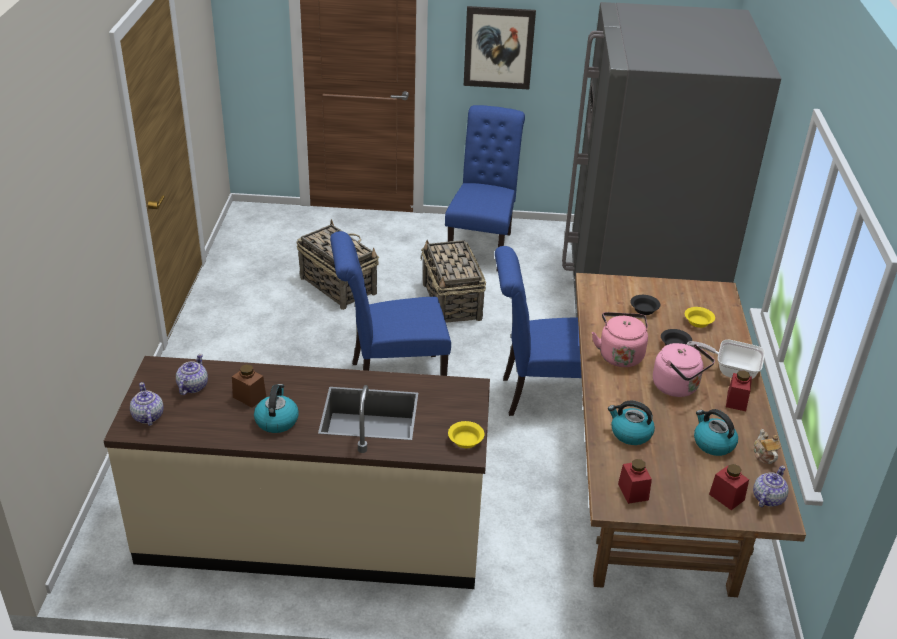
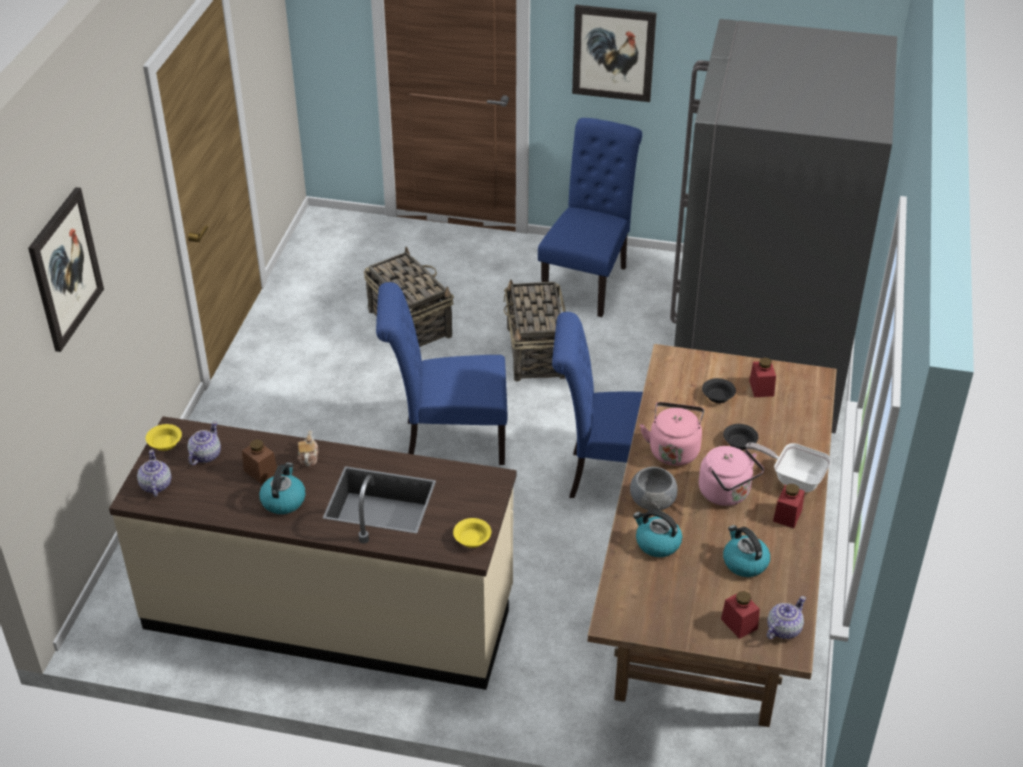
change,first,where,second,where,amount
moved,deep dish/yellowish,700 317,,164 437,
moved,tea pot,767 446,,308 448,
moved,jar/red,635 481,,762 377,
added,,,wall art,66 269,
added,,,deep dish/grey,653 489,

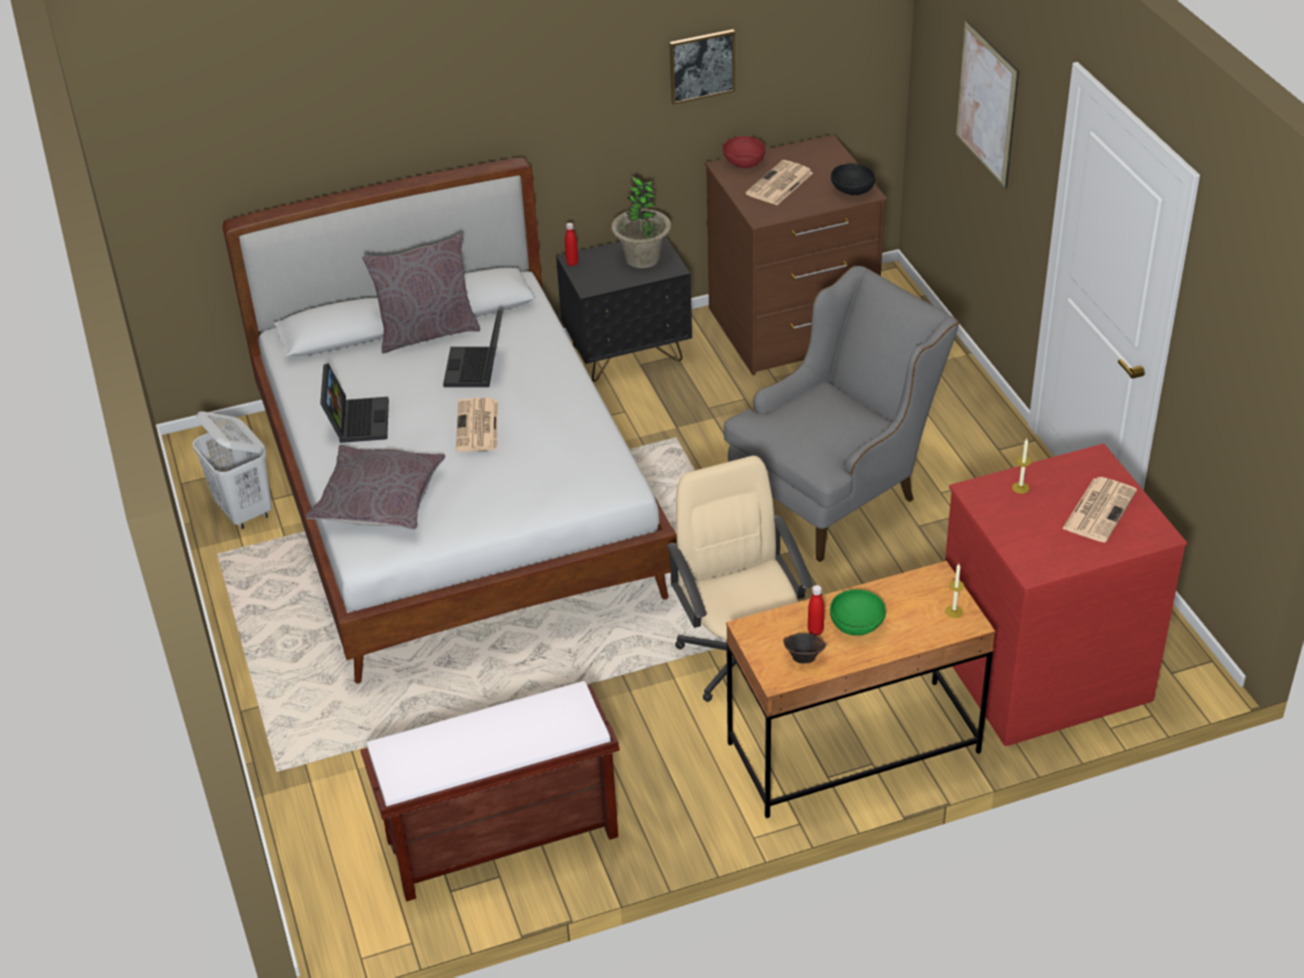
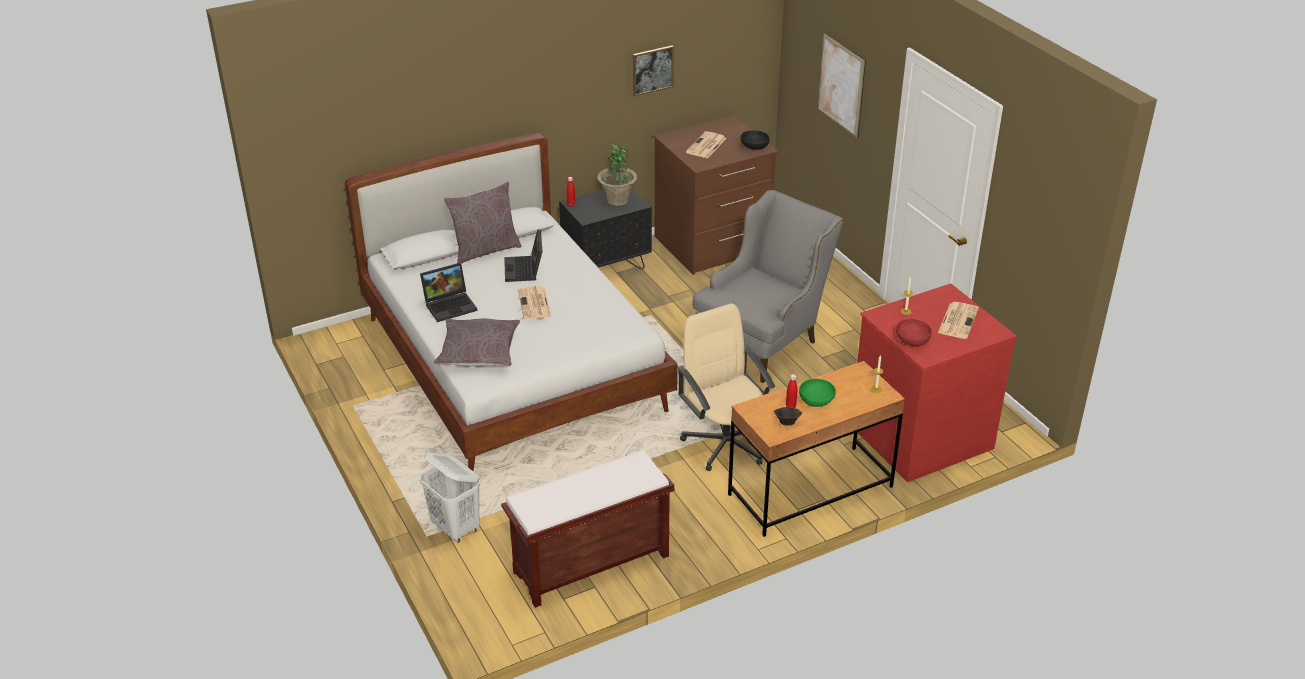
change,first,where,second,where,amount
moved,deep dish/red,743 152,,914 333,
turned,notebook computer,354 403,,448 292,75 degrees clockwise
moved,washing basket/white,232 470,,450 498,

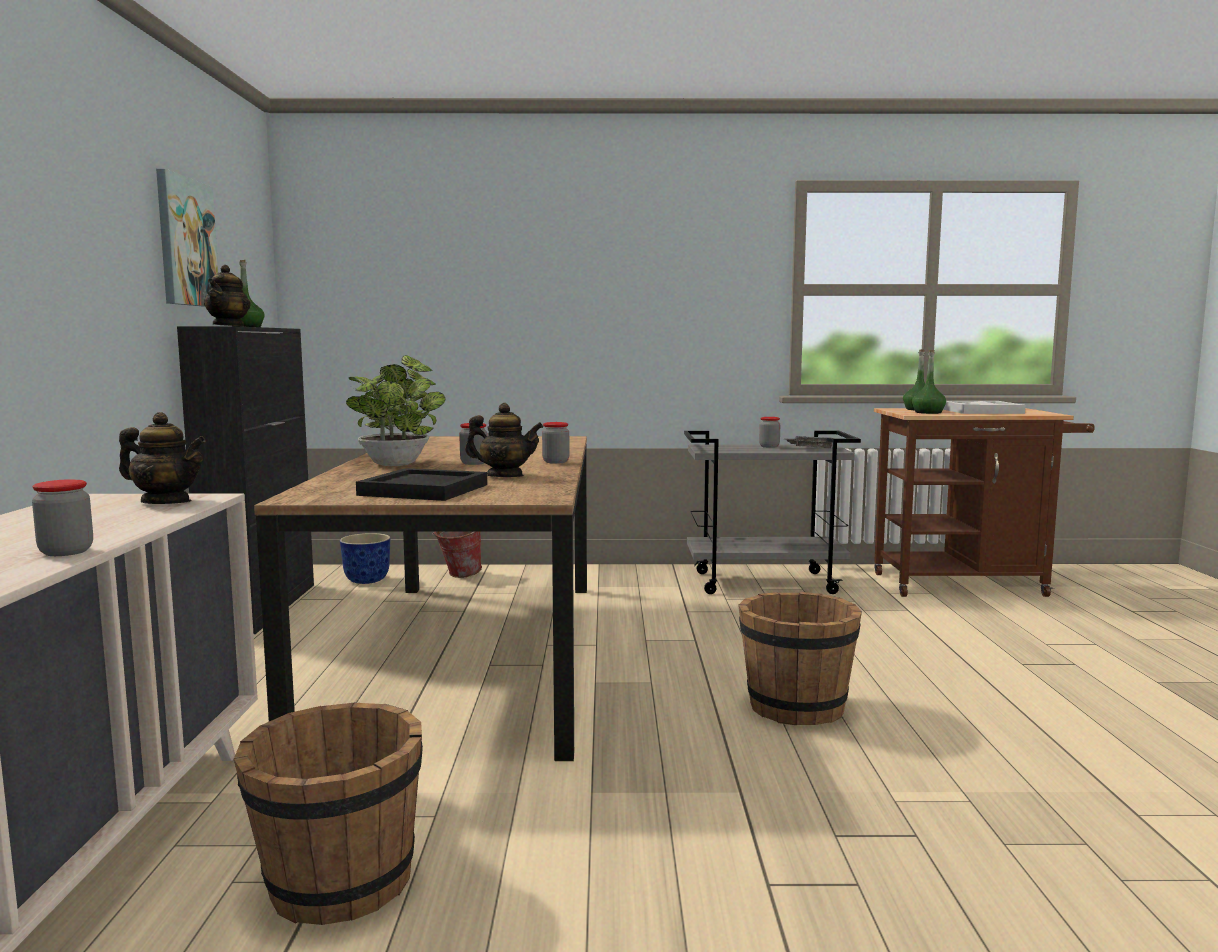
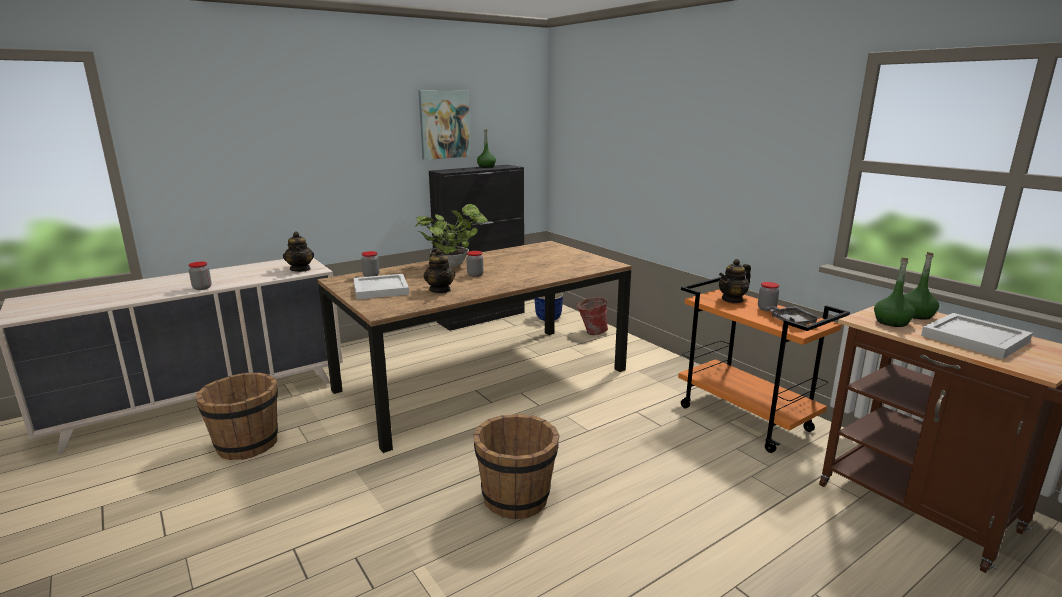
change,first,where,second,where,amount
moved,tea pot,227 295,,735 281,
moved,jar,555 443,,370 264,
recoloured,wheeled cart/grey,772 512,wheeled cart/orange-coloured,764 365,
recoloured,carrying tray/black-coloured,421 484,carrying tray/white,381 287,

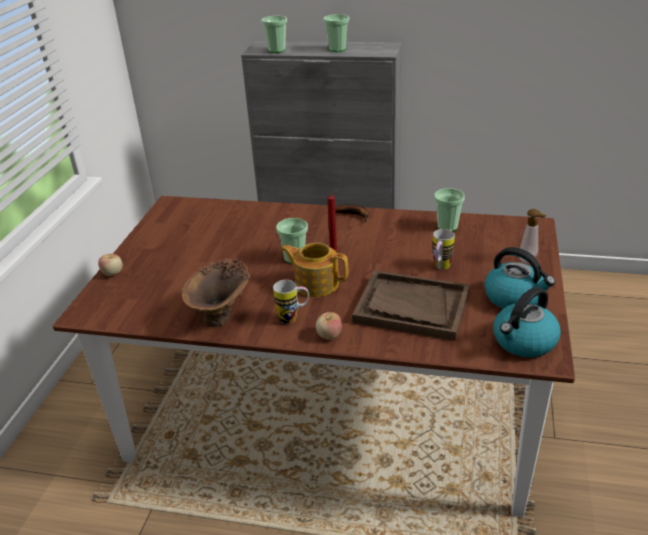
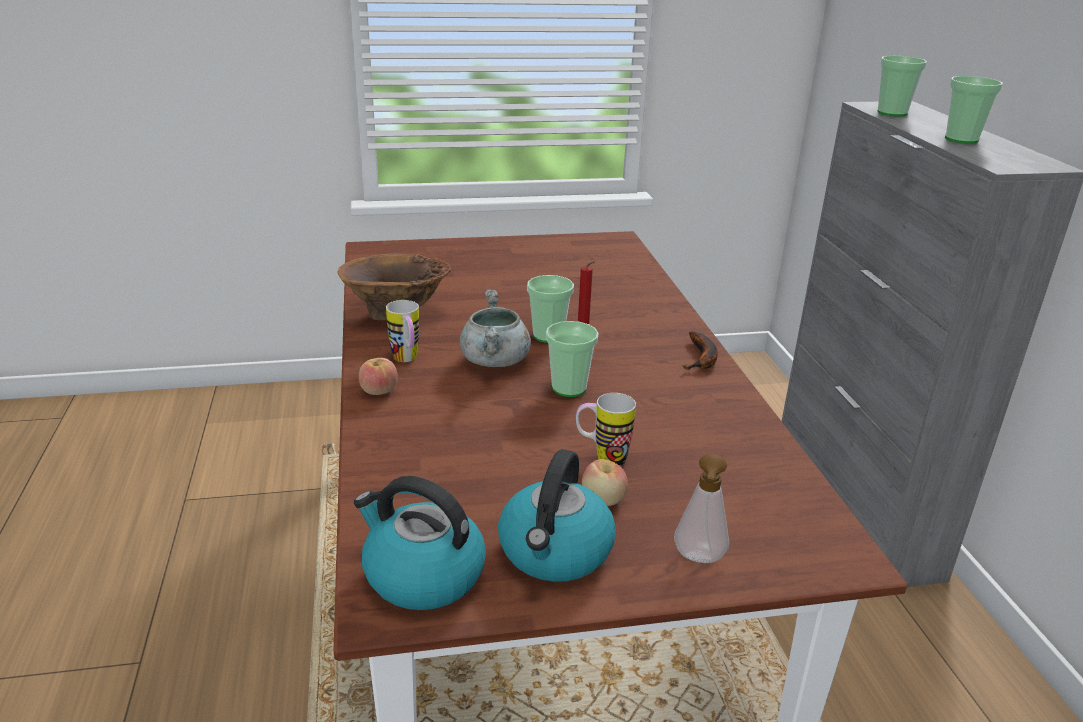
change,first,where,second,where,amount
moved,drinking cup,449 209,,572 359,
replaced,tea pot,314 270,cooking pot/grey,495 328,
moved,whole apple,110 265,,605 482,
removed,carrying tray/brownish,411 305,,,

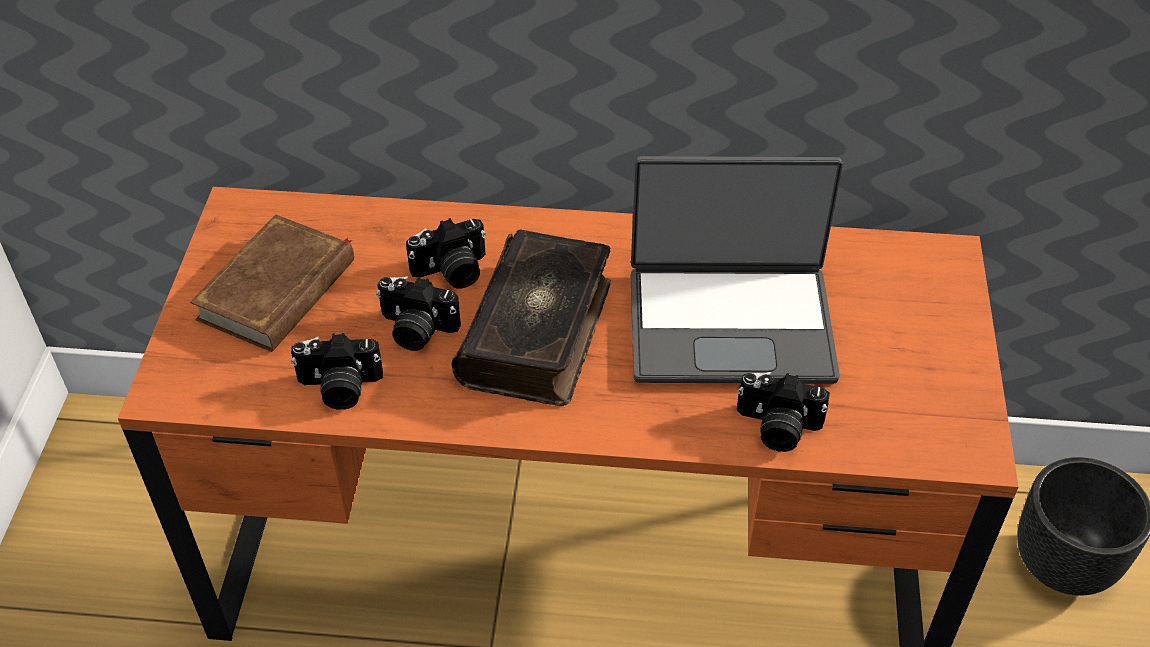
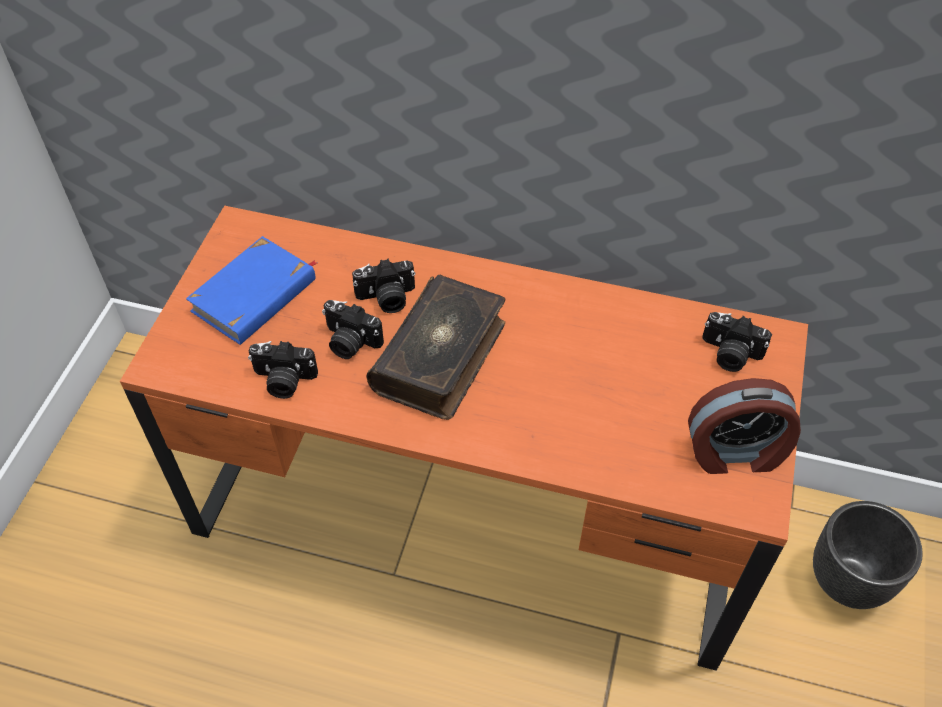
change,first,where,second,where,amount
removed,notebook computer,737 270,,,
recoloured,book/brownish,272 283,book/blue,251 290,
moved,photo camera,783 412,,737 342,
added,,,alarm clock,744 426,

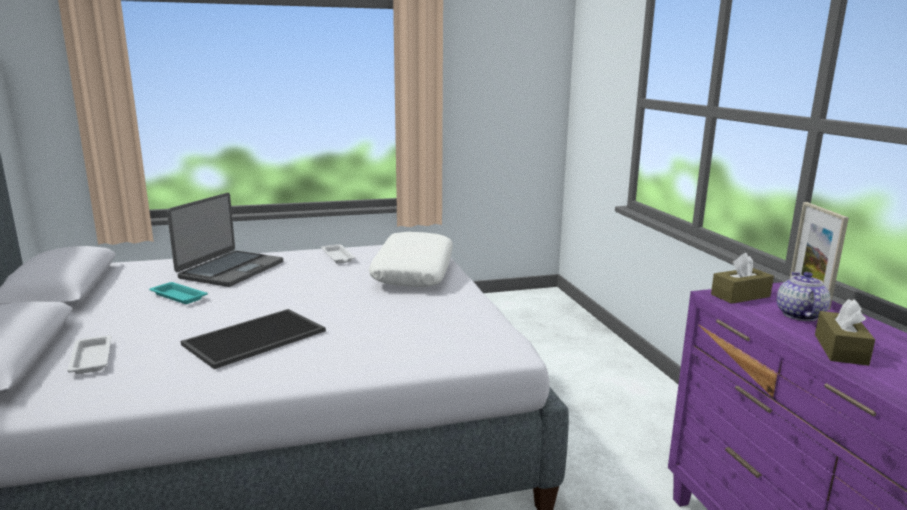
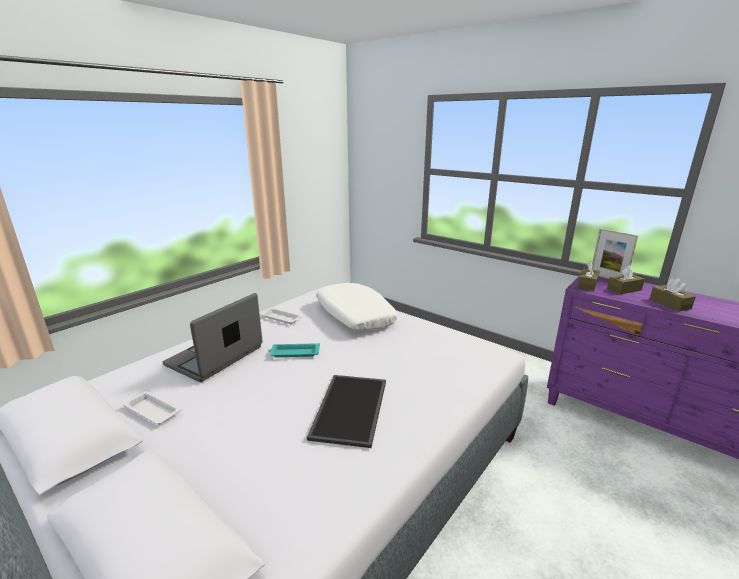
change,first,where,second,where,amount
turned,notebook computer,225 240,,213 337,135 degrees counterclockwise
replaced,tea pot,803 296,tissue holder/brownish,626 280,
moved,carrying tray/turquoise,178 293,,294 350,
moved,carrying tray/white,89 354,,152 408,

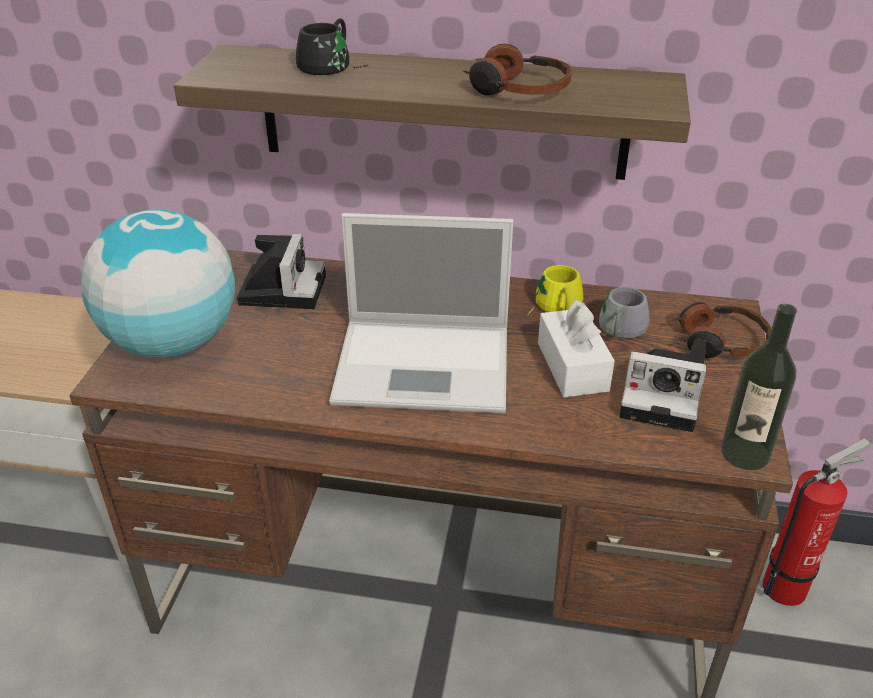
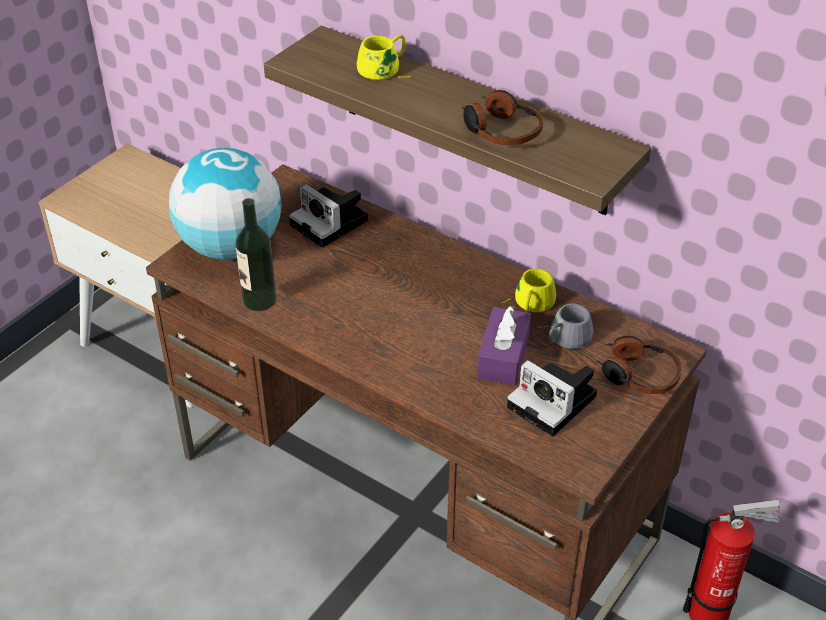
change,first,where,second,where,amount
recoloured,coffee mug/black-coloured,331 46,coffee mug/yellowish,384 57,
removed,notebook computer,421 313,,,
turned,photo camera,281 271,,328 216,105 degrees clockwise
recoloured,tissue holder/white,576 348,tissue holder/purple,504 345,
moved,drink bottle,759 387,,255 254,

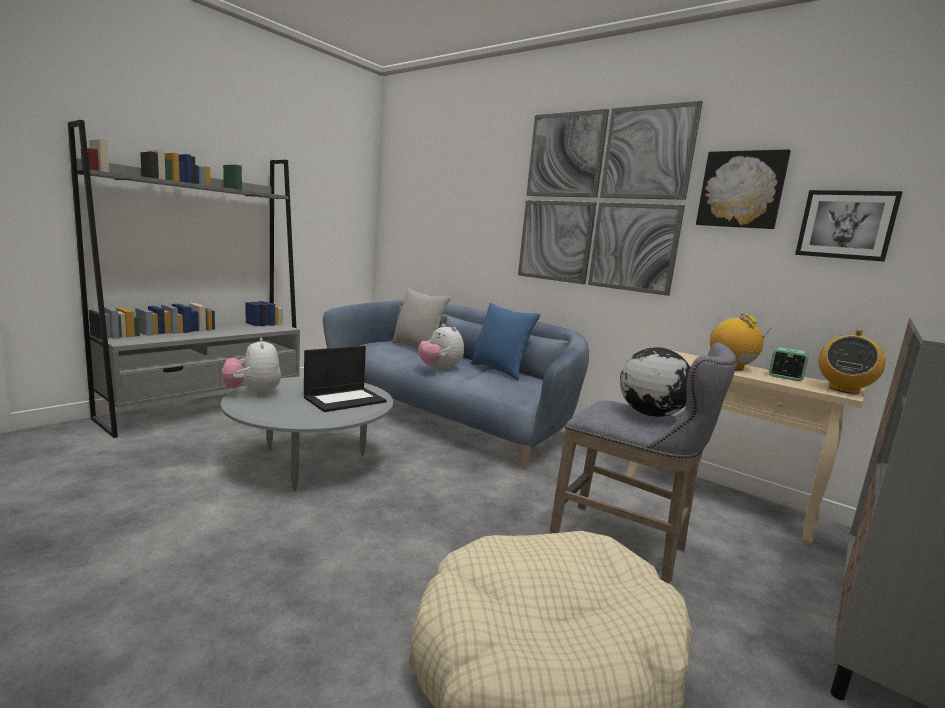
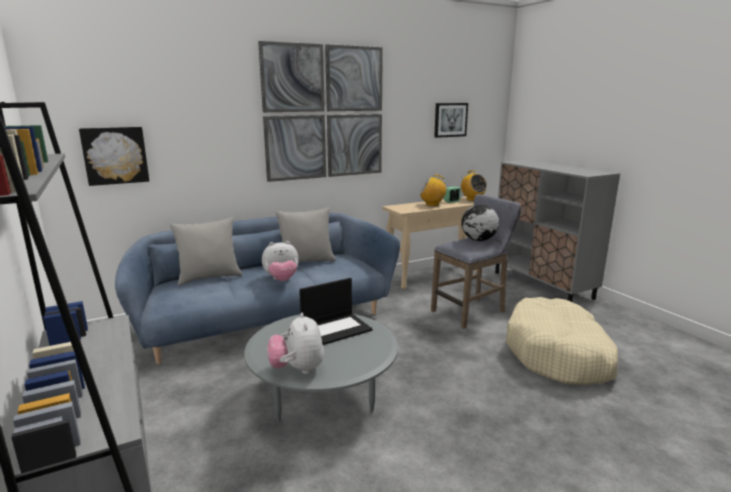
change,first,where,second,where,amount
moved,wall art,743 189,,114 156,
recoloured,pillow/blue,506 341,pillow/grey,305 235,
turned,cuddly toy,251 367,,295 343,75 degrees clockwise
turned,notebook computer,345 379,,336 311,75 degrees clockwise

